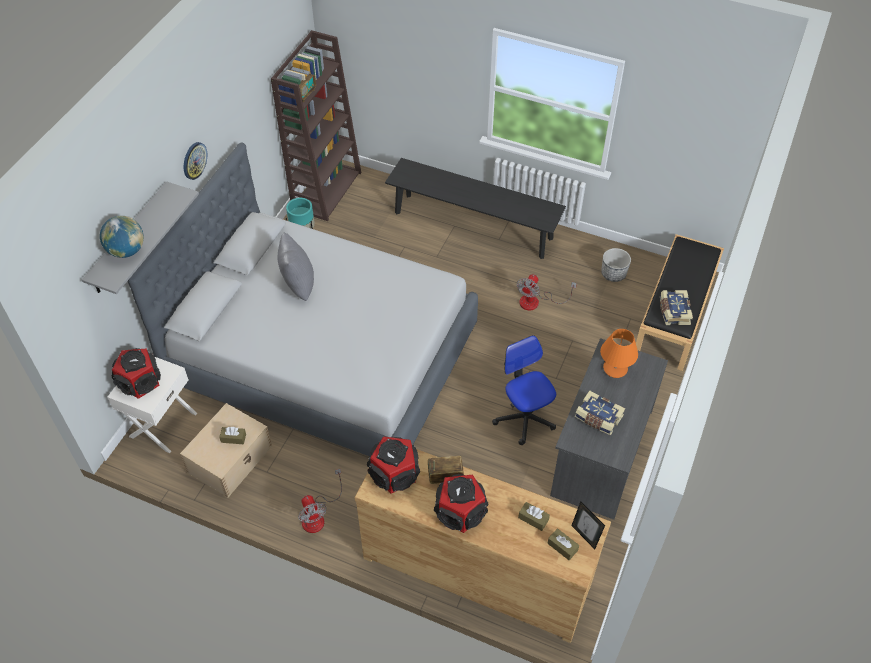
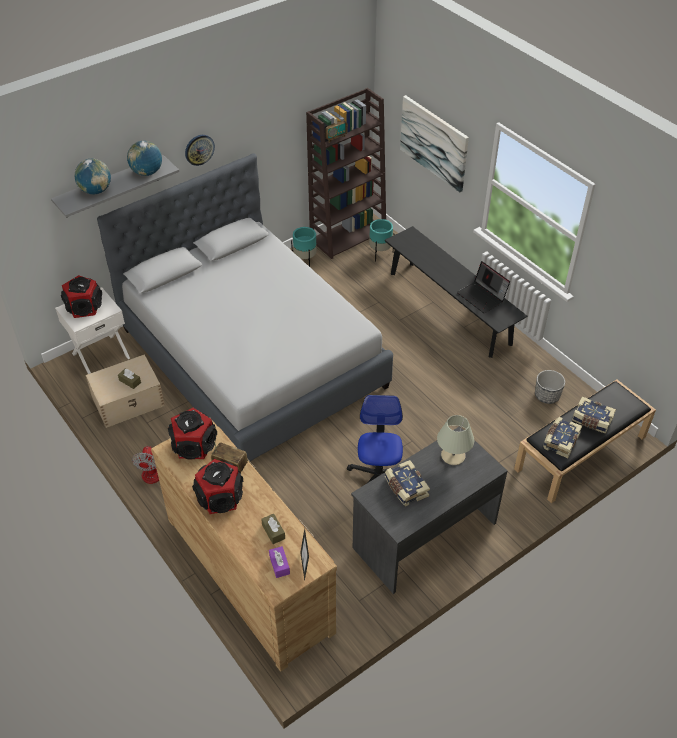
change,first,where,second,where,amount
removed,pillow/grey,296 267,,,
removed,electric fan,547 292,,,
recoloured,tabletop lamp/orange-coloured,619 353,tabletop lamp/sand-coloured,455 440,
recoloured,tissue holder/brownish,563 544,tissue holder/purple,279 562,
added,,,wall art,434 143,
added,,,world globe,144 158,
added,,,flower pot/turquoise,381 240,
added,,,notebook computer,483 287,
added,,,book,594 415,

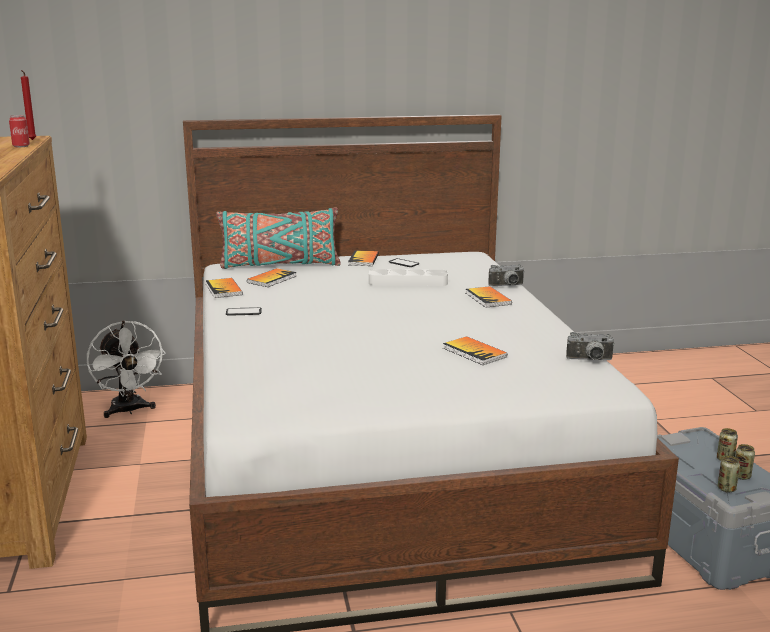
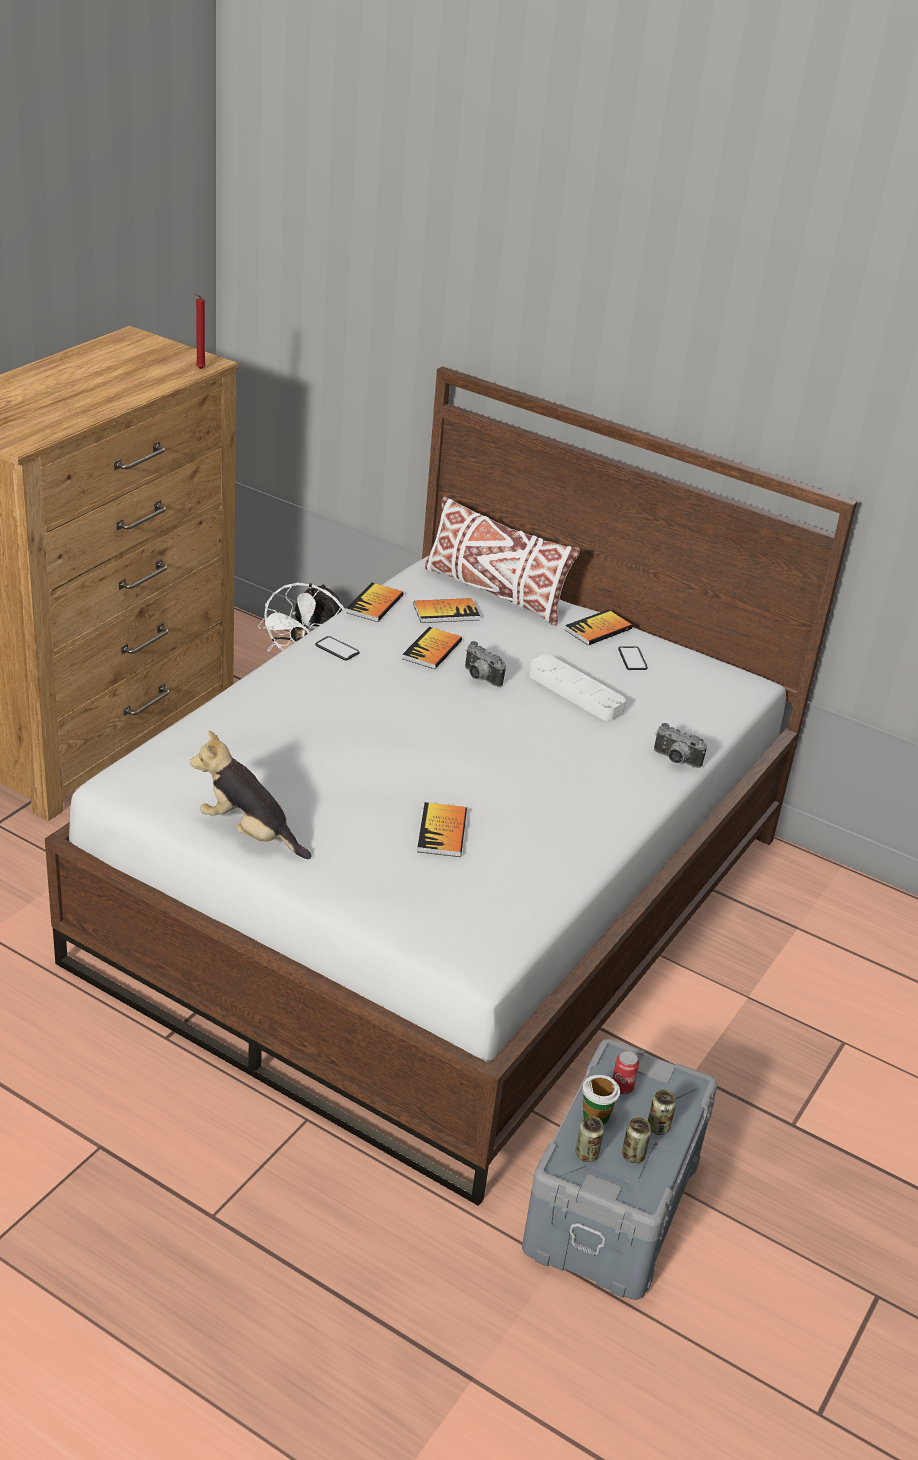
change,first,where,second,where,amount
moved,metal can,19 131,,625 1072,
recoloured,pillow/turquoise,278 238,pillow/white,502 561,
moved,book,489 297,,432 648,
moved,photo camera,590 346,,485 664,
added,,,cuddly toy,251 794,
added,,,drinking cup,601 1099,

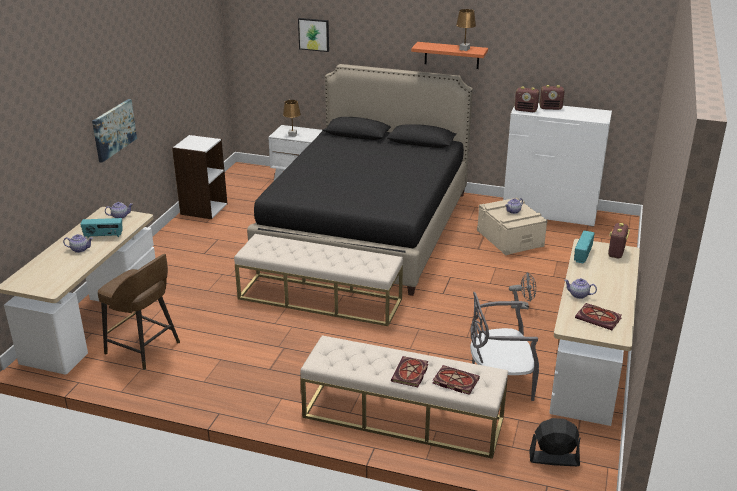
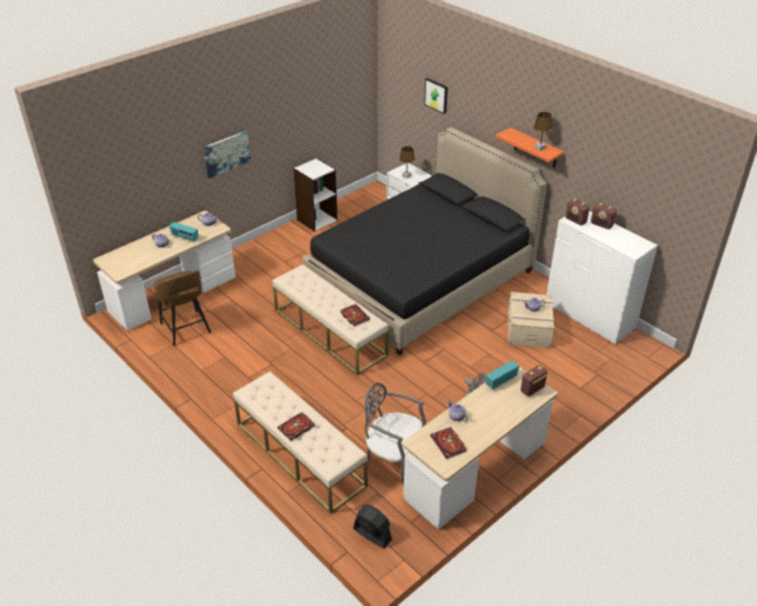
change,first,where,second,where,amount
moved,book,456 380,,355 315,

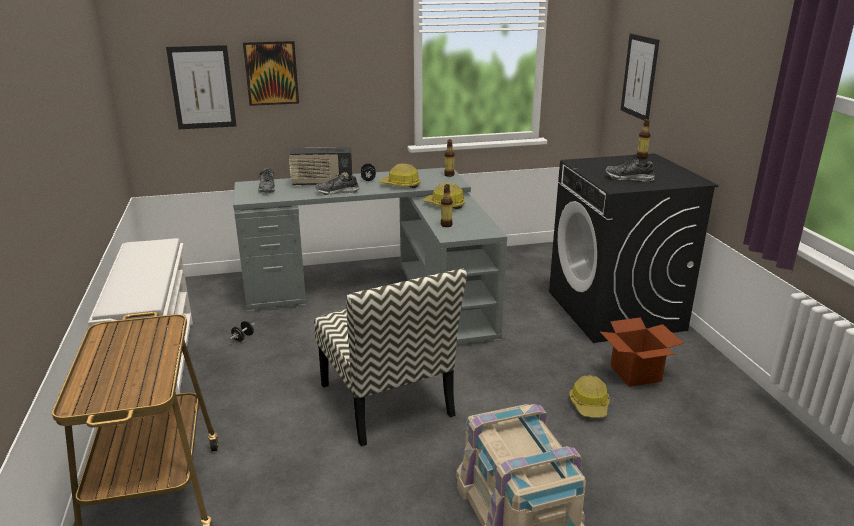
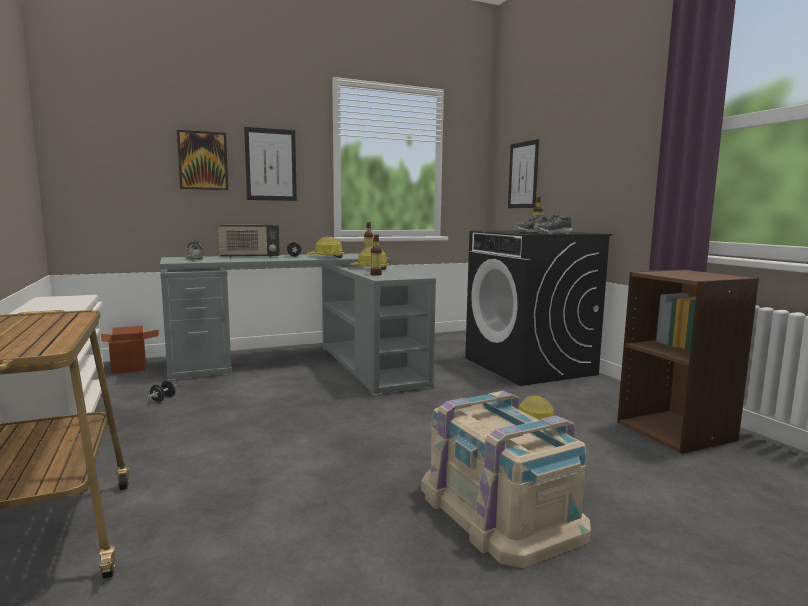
change,first,where,second,where,amount
moved,wall art,201 87,,270 164,
moved,shoe,337 185,,553 224,
removed,plain chair,390 358,,,
moved,packing box,642 352,,130 350,
added,,,shelving unit/brownish,688 361,

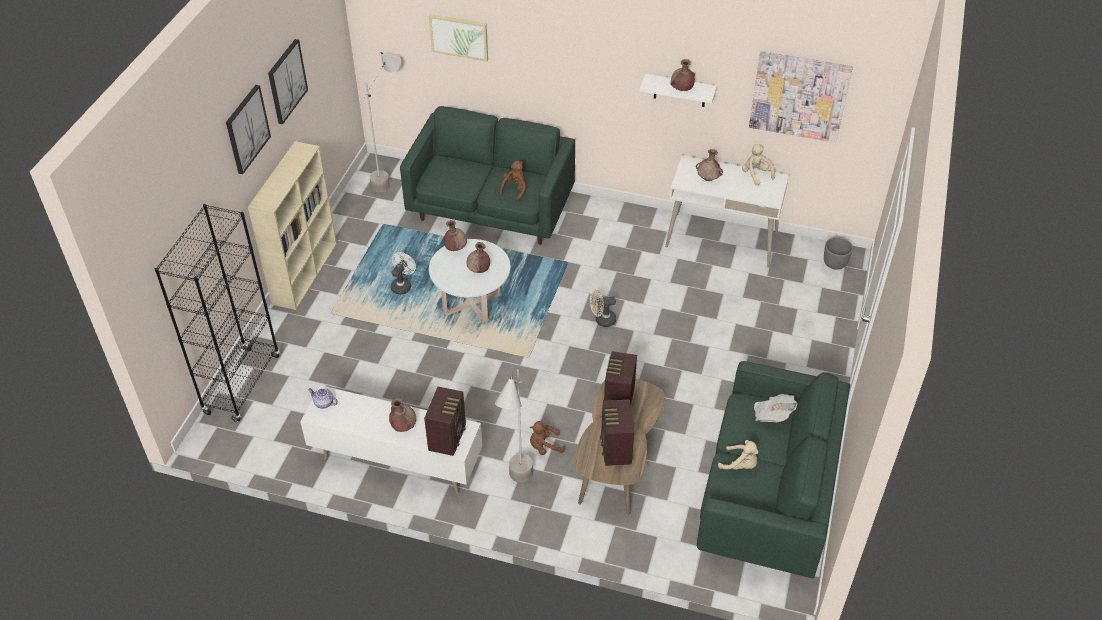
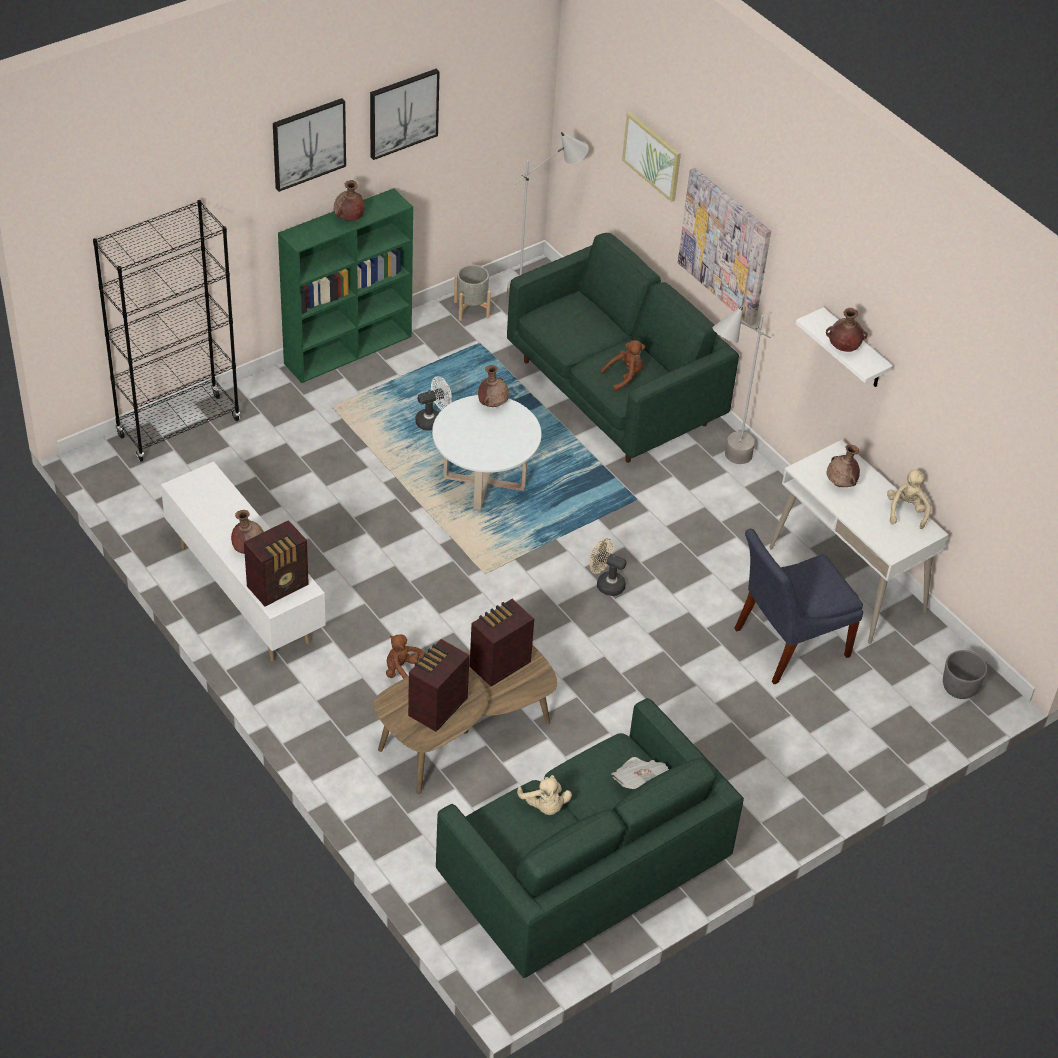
change,first,where,second,where,amount
moved,wall art,801 97,,724 247,
recoloured,shelving unit/sand-coloured,292 225,shelving unit/green,345 285,
moved,flower vase/brownish,478 257,,349 200,
moved,floor lamp/grey,514 426,,741 385,
removed,tea pot,323 398,,,
added,,,flower pot/grey,472 293,
added,,,plain chair/blue,798 606,

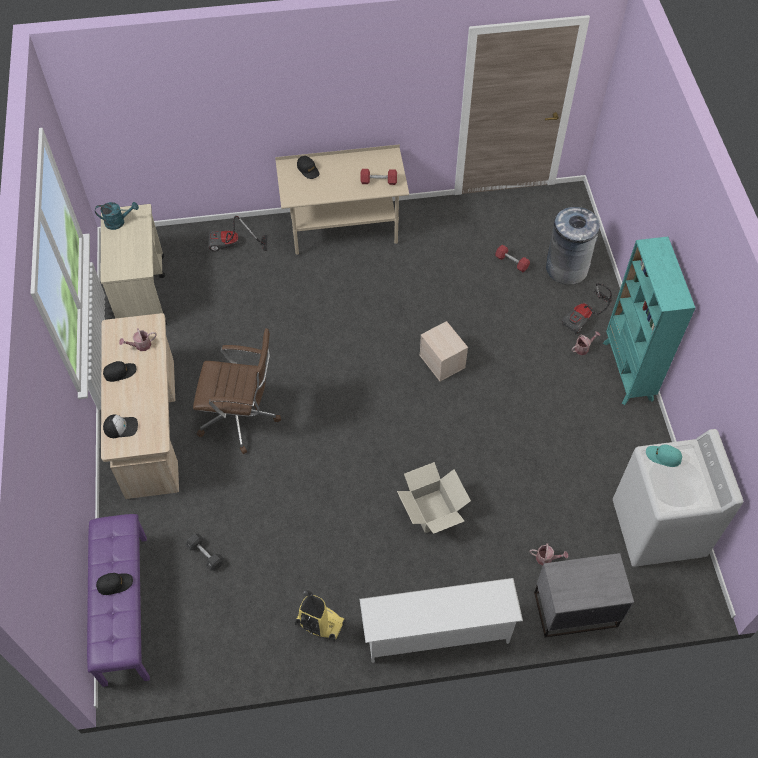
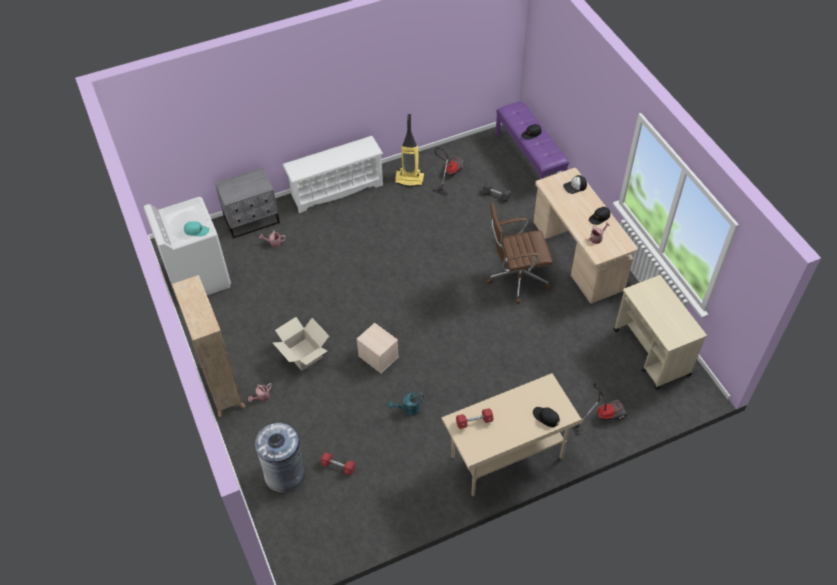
change,first,where,second,where,amount
moved,watering can/turquoise,117 216,,406 404,
recoloured,shelving unit/turquoise,649 321,shelving unit/sand-coloured,208 346,
moved,vacuum cleaner,587 308,,448 172,
moved,packing box,434 498,,301 344,

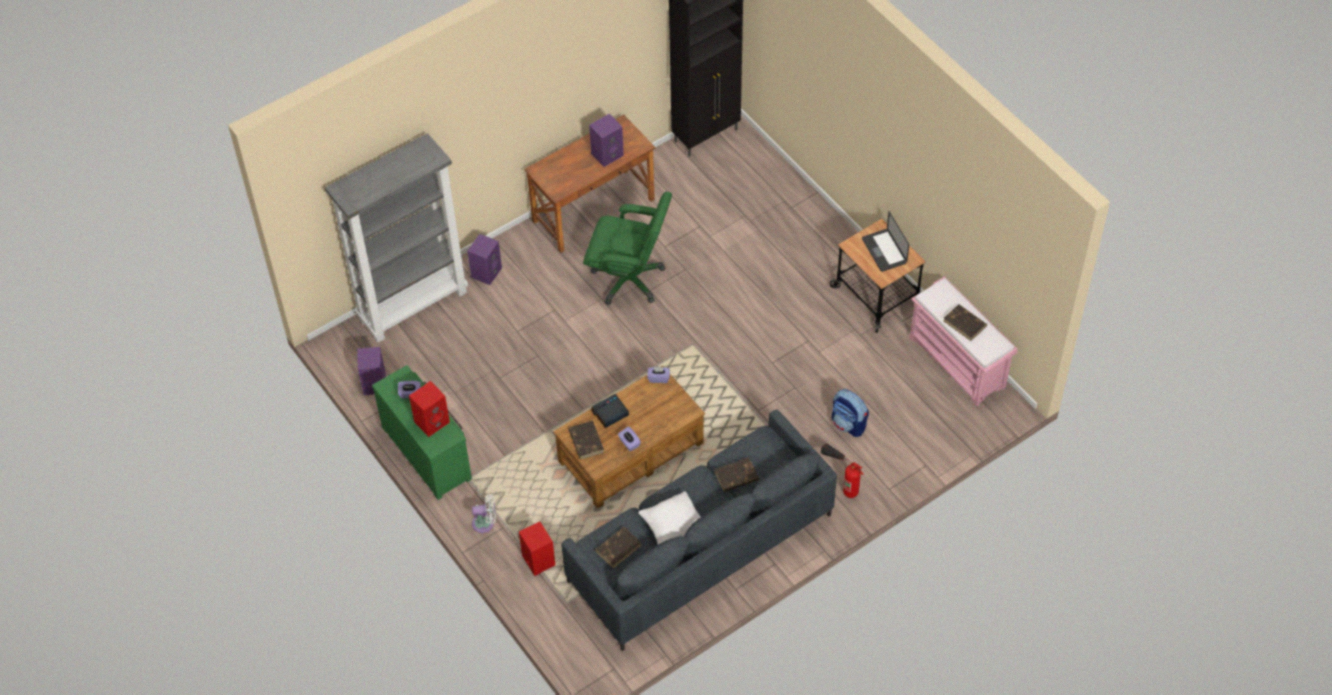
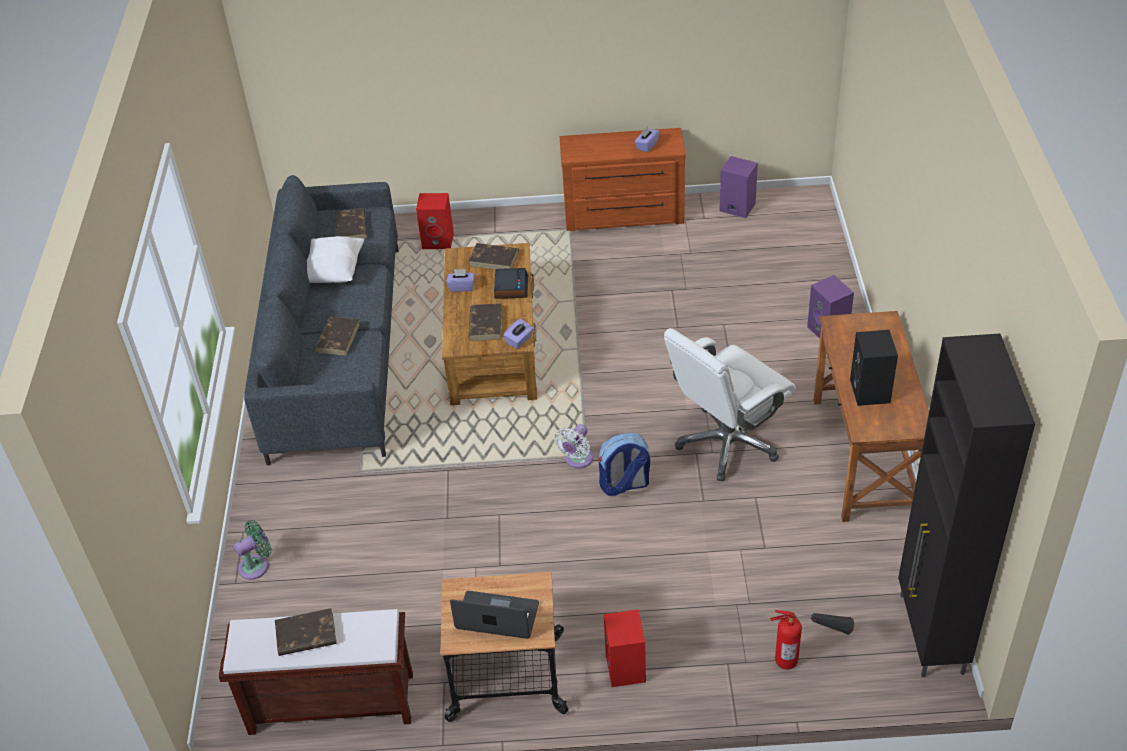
change,first,where,second,where,amount
recoloured,speaker/purple,606 140,speaker/black-coloured,874 368,
removed,shelving unit/grey,396 238,,,
recoloured,desk chair/green,627 248,desk chair/white,730 404,
recoloured,long seat/pinkish,964 341,long seat/brownish,316 672,
recoloured,dresser/green,422 432,dresser/brownish,623 179,
moved,speaker/red,429 409,,625 648,
moved,rucksack,850 413,,624 464,
moved,fire-fighting cylinder,842 471,,812 639,
moved,electric fan/white,484 513,,573 446,
added,,,book/brownish,485 322,
added,,,electric fan/green,252 550,

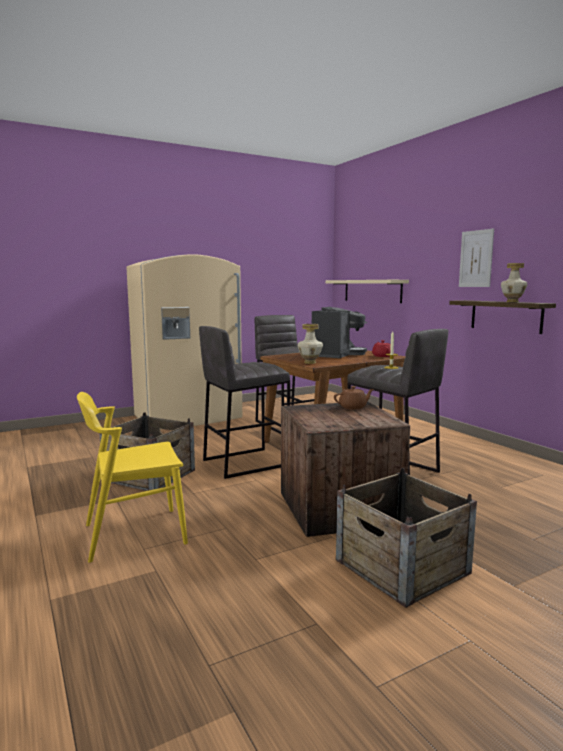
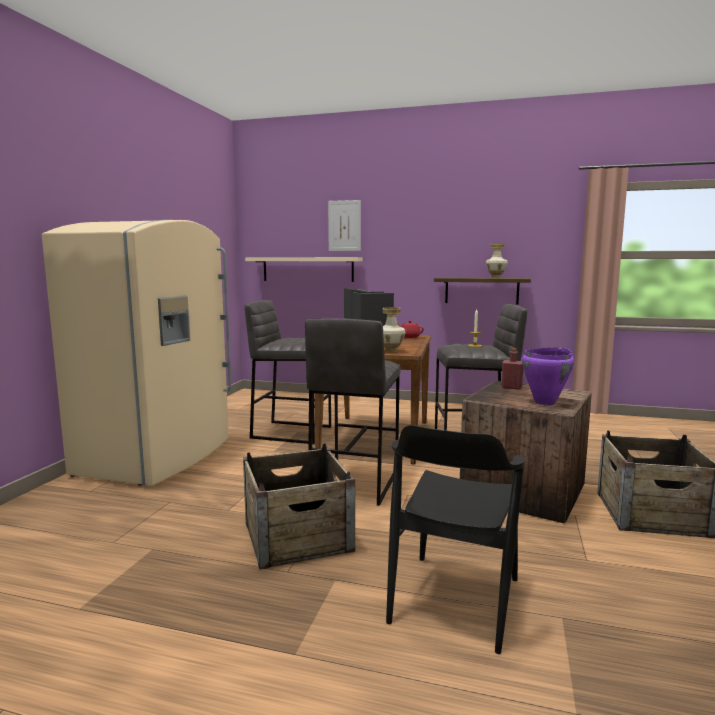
change,first,where,second,where,amount
moved,wall art,476 257,,344 225,
replaced,tea pot/brownish,354 397,drink bottle/red,513 369,
recoloured,plain chair/yellowish,132 477,plain chair/black-coloured,455 539,
added,,,cooking pot/purple,548 376,

